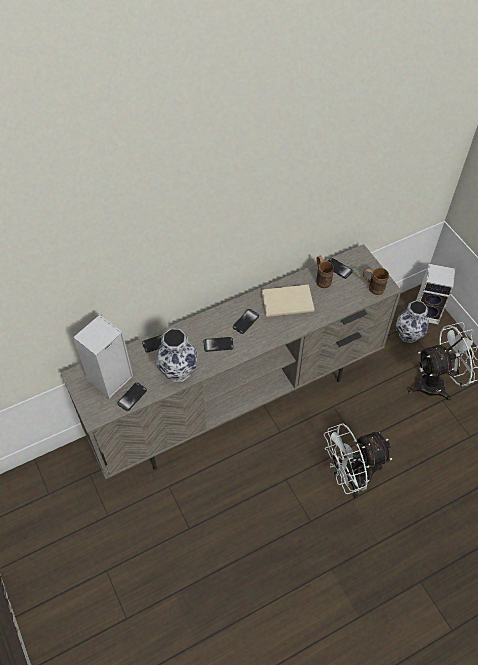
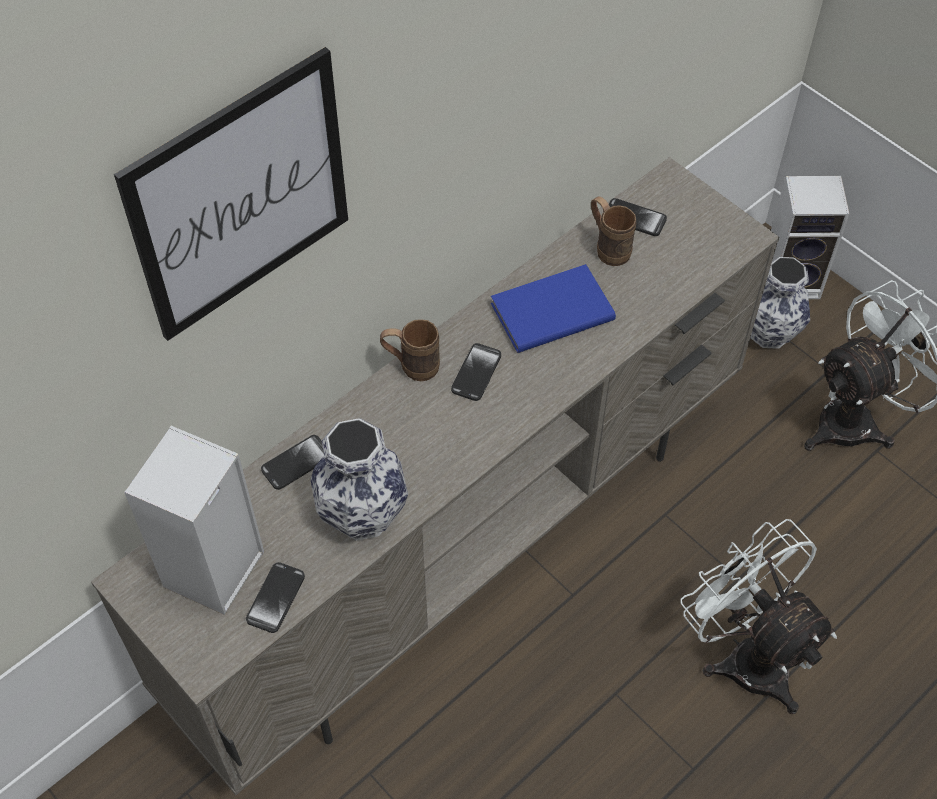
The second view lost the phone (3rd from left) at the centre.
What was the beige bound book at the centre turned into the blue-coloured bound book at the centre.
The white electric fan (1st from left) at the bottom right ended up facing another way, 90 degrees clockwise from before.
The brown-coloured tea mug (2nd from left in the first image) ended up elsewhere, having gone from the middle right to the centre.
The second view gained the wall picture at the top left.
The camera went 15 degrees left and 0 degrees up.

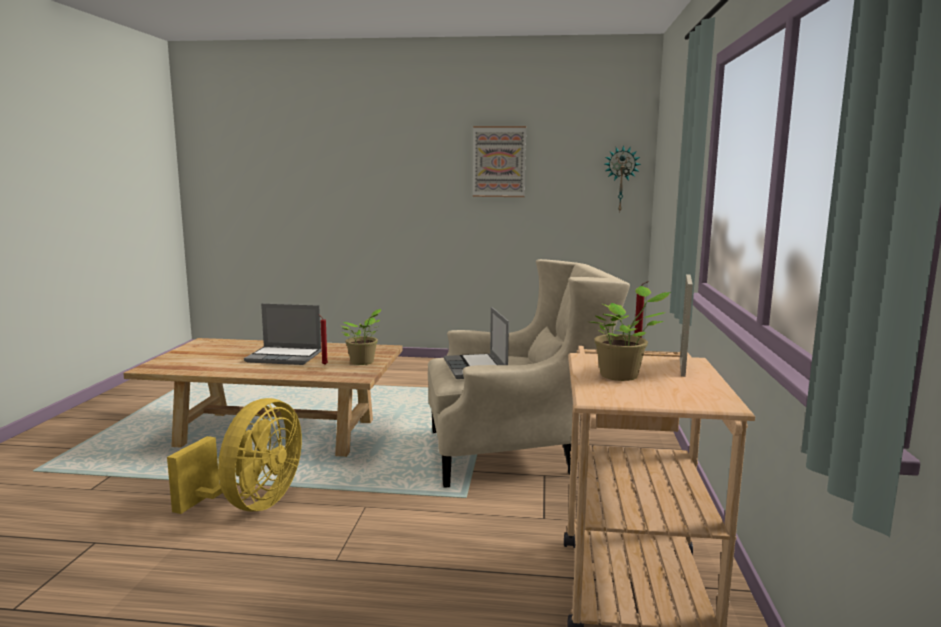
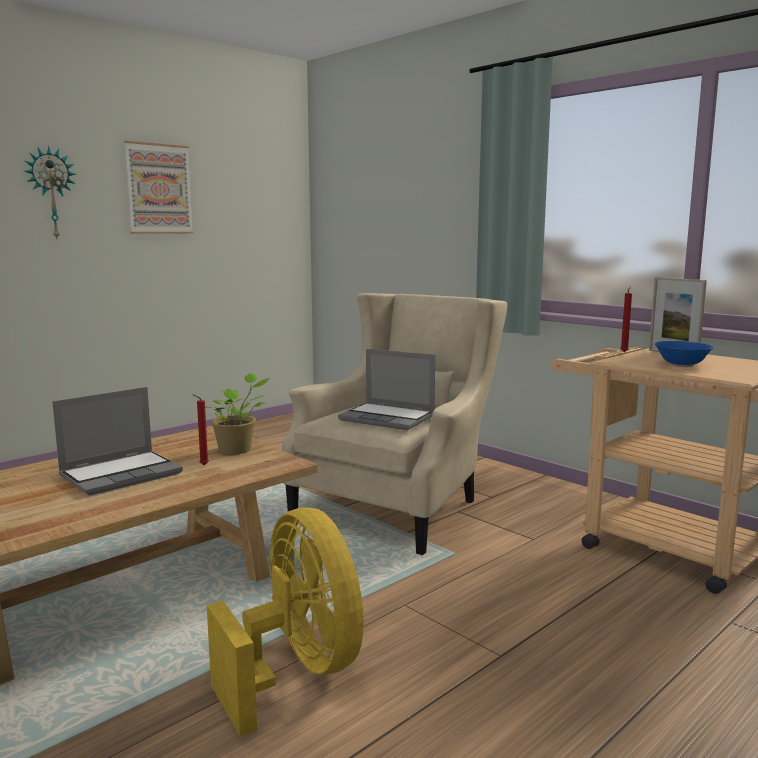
Where the houseplant (2nd from left) stood at the middle right, the blue-coloured serving bowl came to stand at the middle right.
The wall clock ended up elsewhere, having gone from the top centre to the top left.
The camera went 50 degrees left and 0 degrees up.

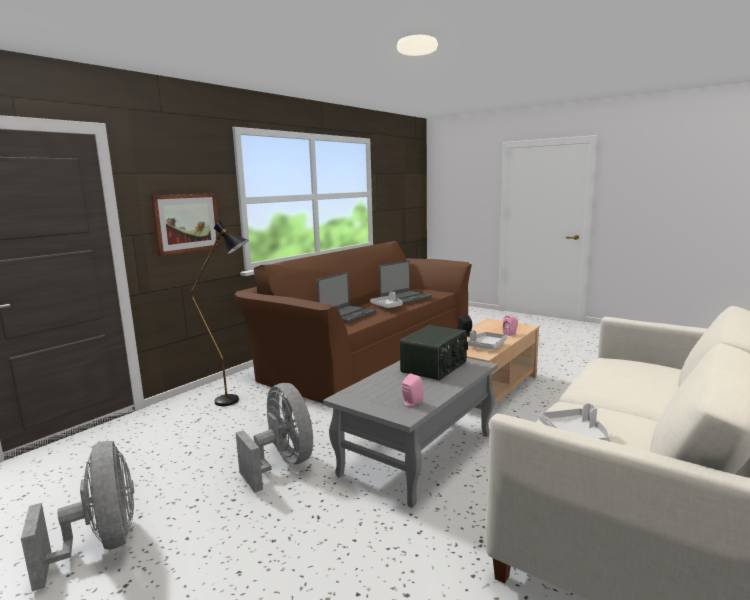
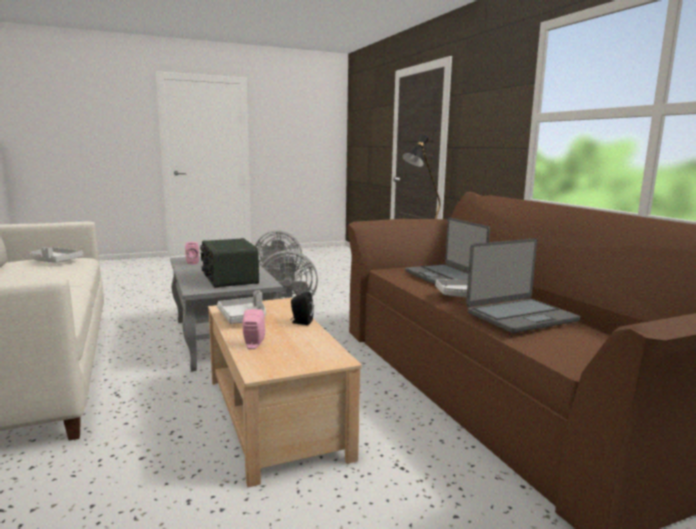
The second view lost the wall picture at the middle left.
The notebook computer (2nd from left) at the centre ended up facing another way, 105 degrees counterclockwise from before.
The camera went 120 degrees right and 0 degrees up.

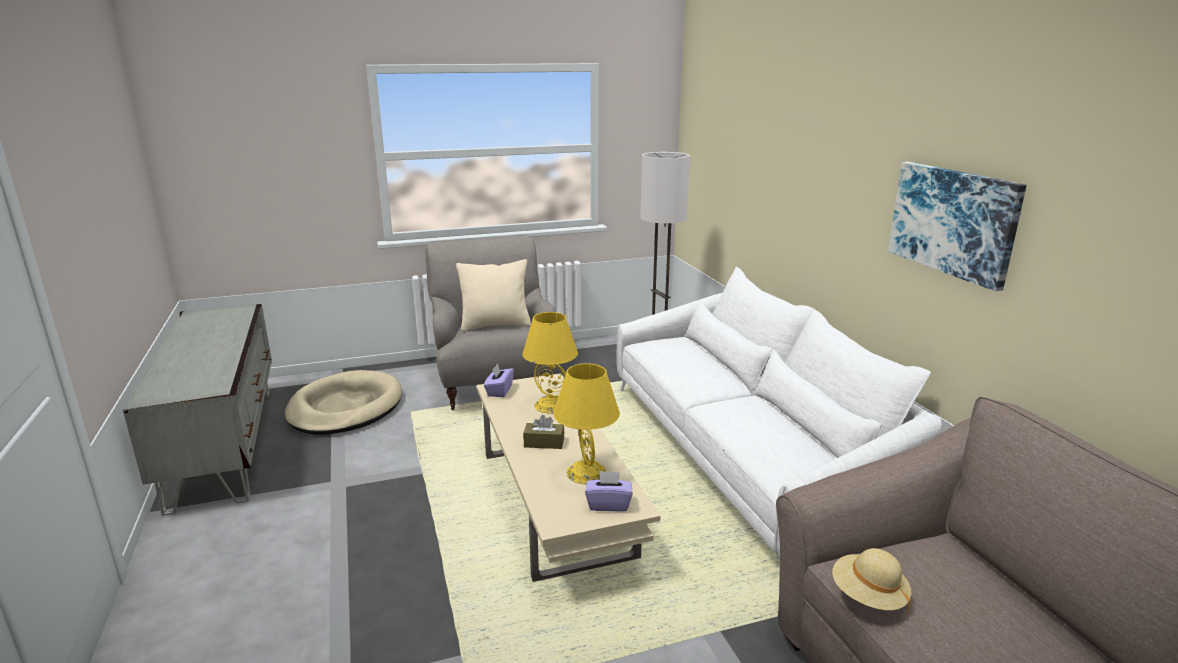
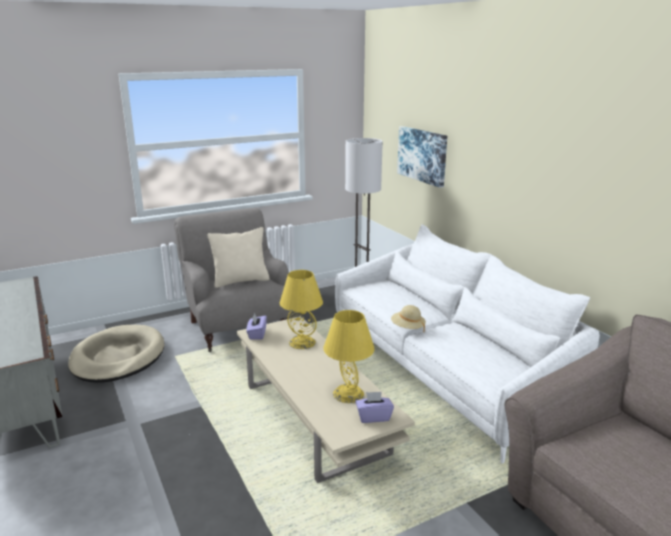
The second view lost the brown-coloured box of tissues at the centre.
The beige hat ended up elsewhere, having gone from the bottom right to the centre.
The wall picture ended up elsewhere, having gone from the middle right to the top centre.
The camera went 10 degrees left and 0 degrees up.

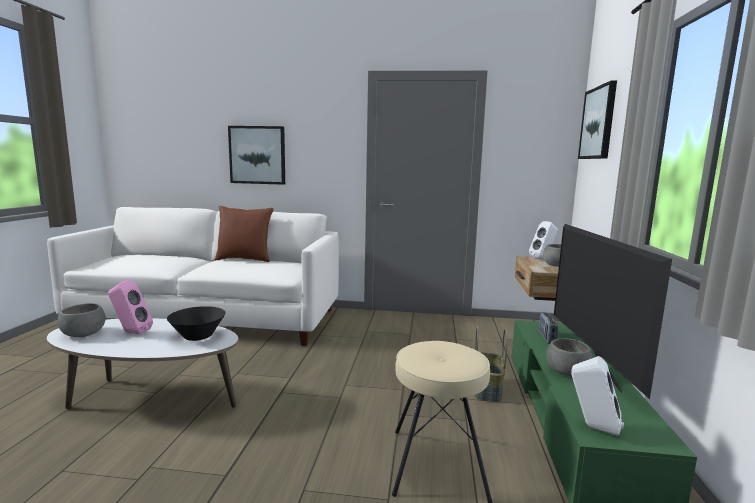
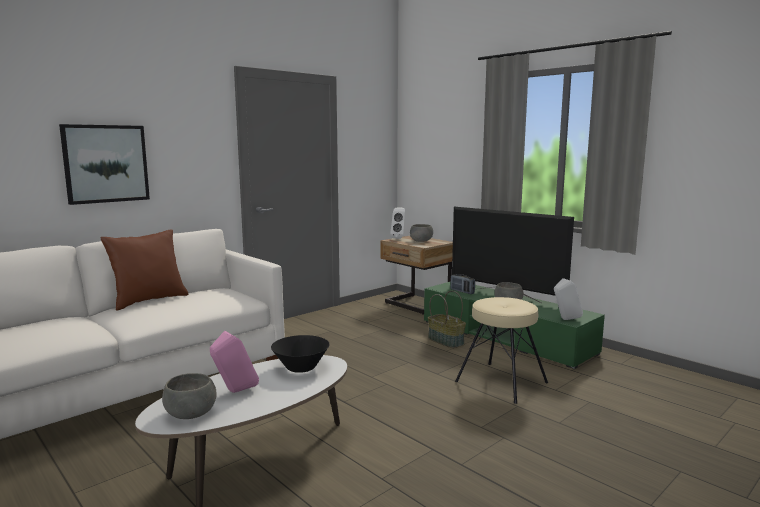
The second view lost the wall picture (2nd from left) at the top right.
The camera went 50 degrees left and 0 degrees up.

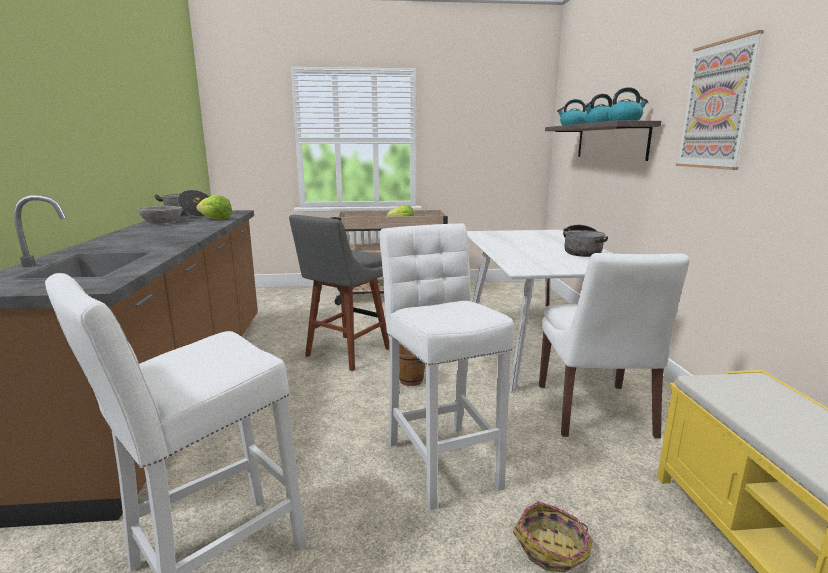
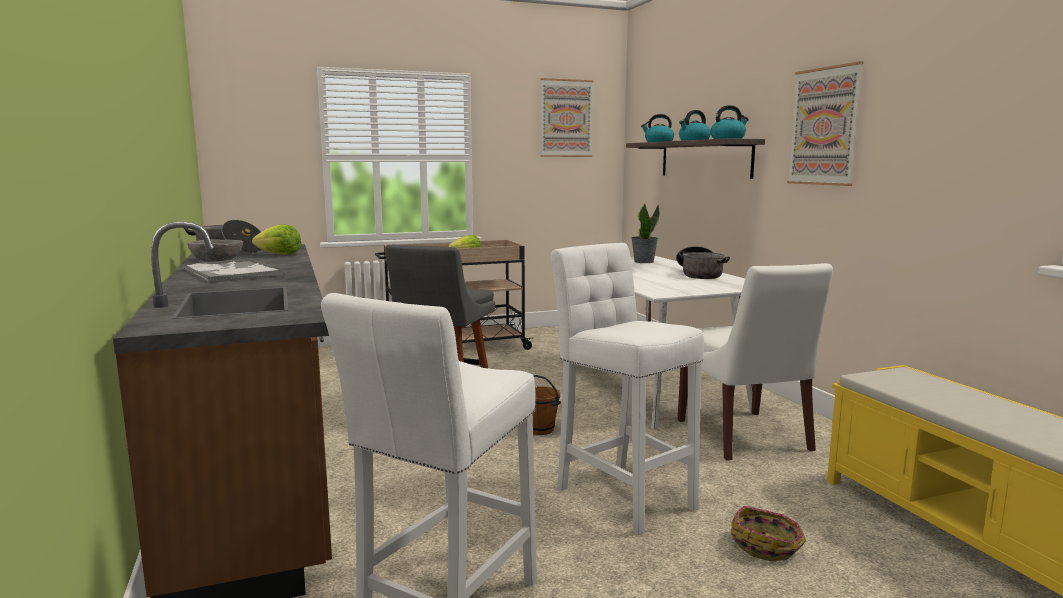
The second view gained the tray at the middle left.
The second view gained the wall picture (1st from left) at the top centre.
The second view gained the houseplant at the centre.
The camera went 15 degrees left and 5 degrees down.

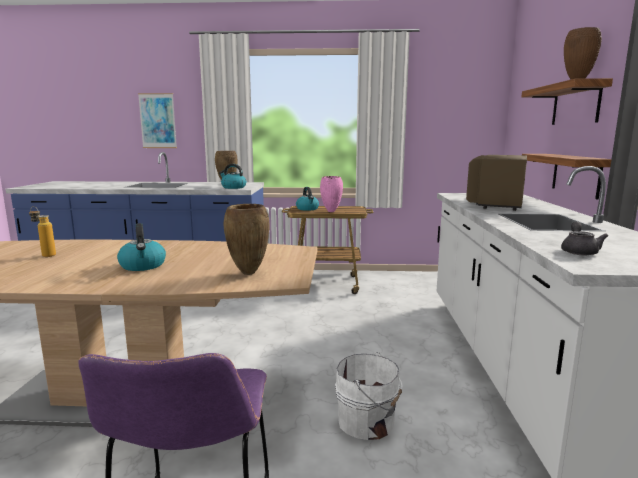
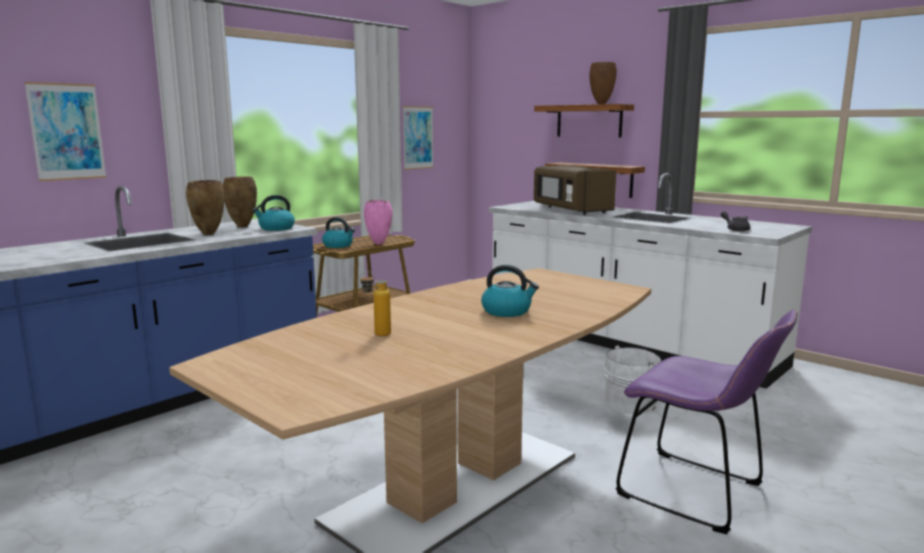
The brown-coloured vase (2nd from left in the first image) ended up elsewhere, having gone from the centre to the middle left.
The second view gained the wall picture (2nd from left) at the top centre.
The camera went 50 degrees left and 0 degrees up.

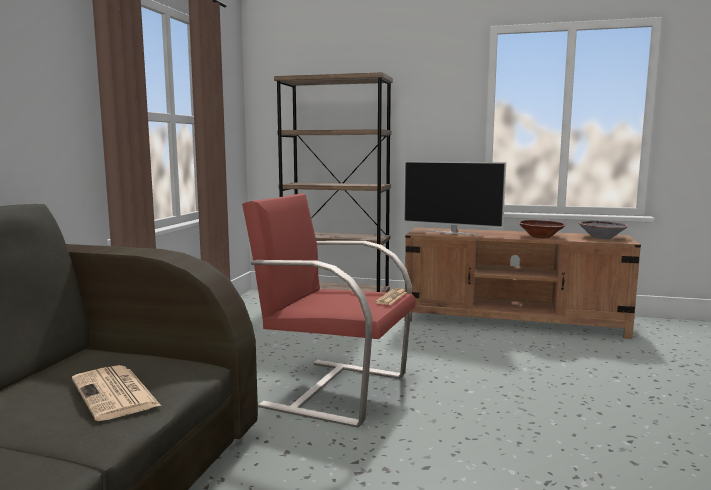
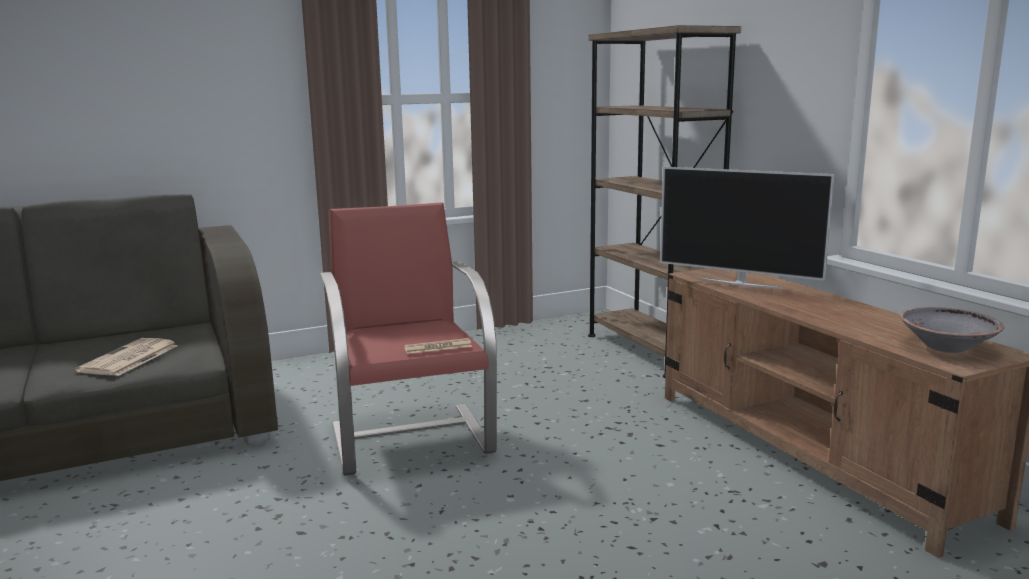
The TV set at the centre ended up facing another way, 45 degrees counterclockwise from before.
The second view lost the brown-coloured serving bowl at the middle right.
The camera went 50 degrees right and 5 degrees up.

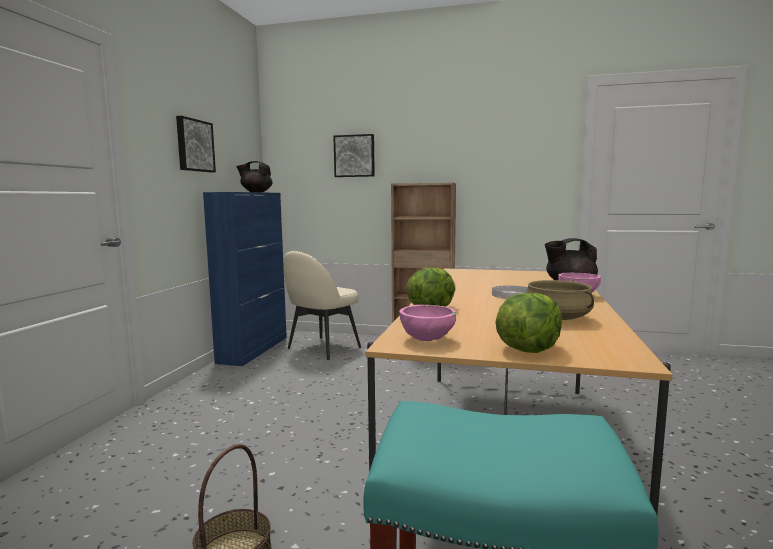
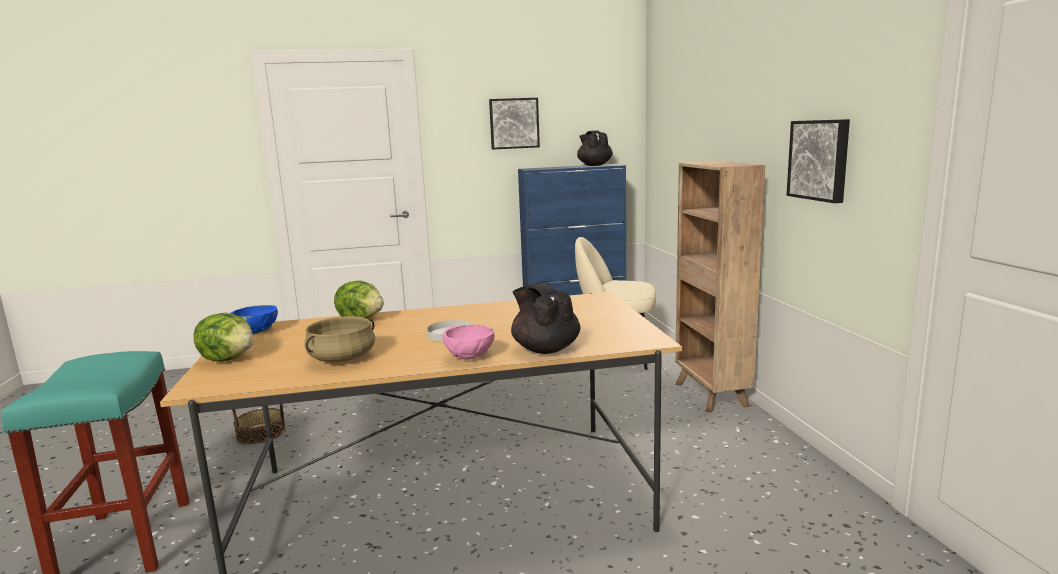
The wall picture (2nd from left) ended up elsewhere, having gone from the top centre to the top right.
What was the pink-coloured serving bowl (1st from left) at the centre turned into the blue-coloured serving bowl at the middle left.
The camera went 65 degrees right and 5 degrees up.

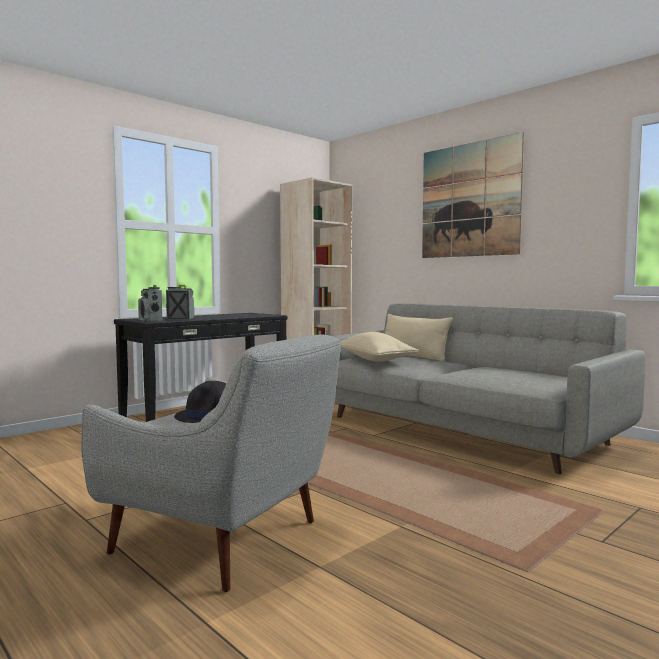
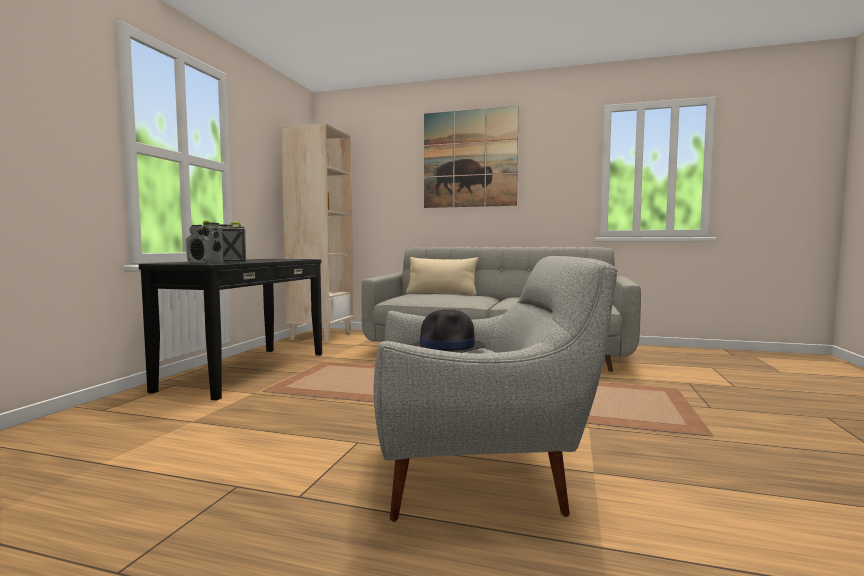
The second view lost the beige pillow (1st from left) at the centre.
The camera went 30 degrees left and 0 degrees up.

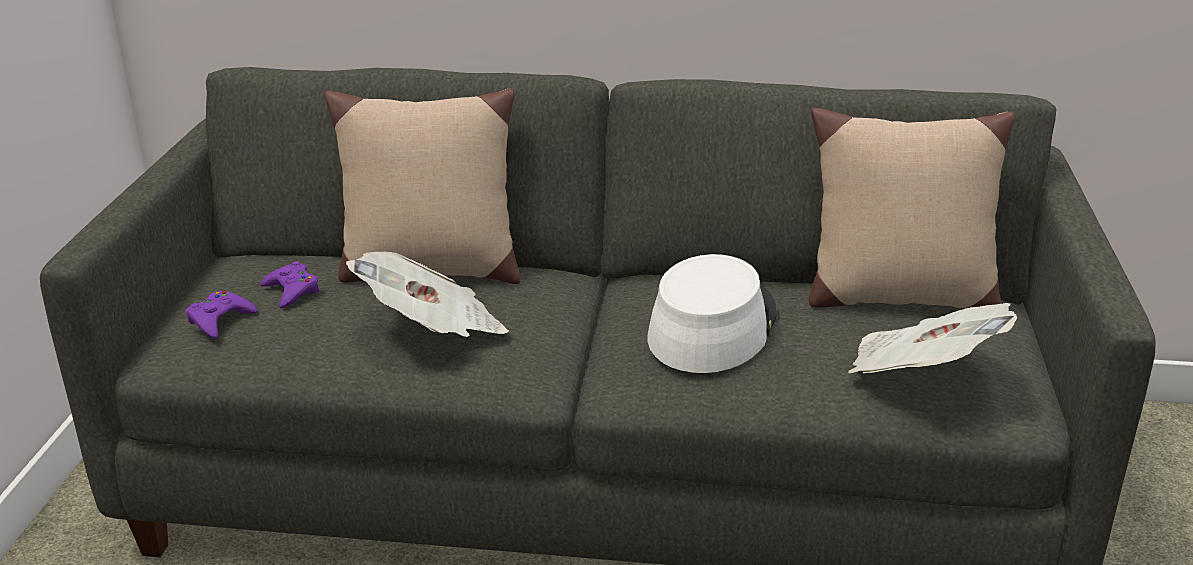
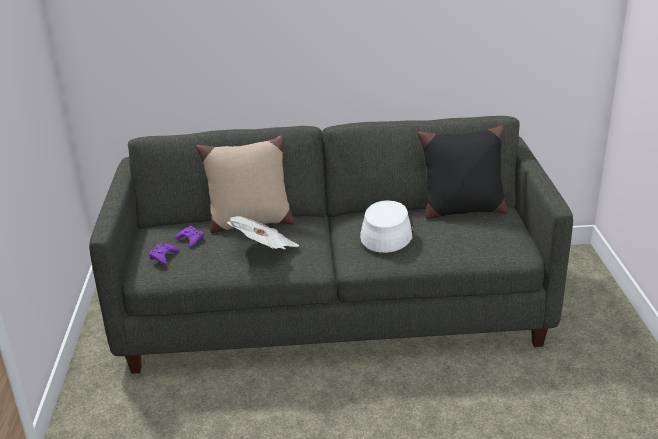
What was the beige pillow (2nd from left) at the middle right turned into the black-coloured pillow at the middle right.
The second view lost the newspaper (2nd from left) at the middle right.
The camera went 10 degrees left and 0 degrees up.

